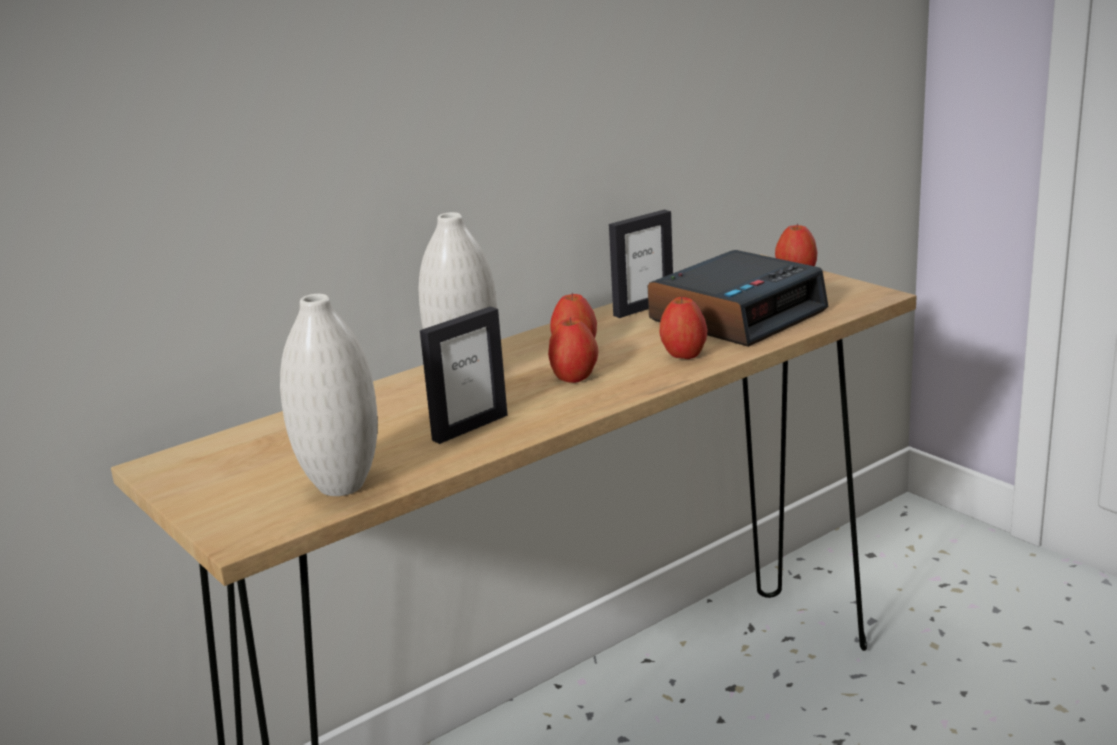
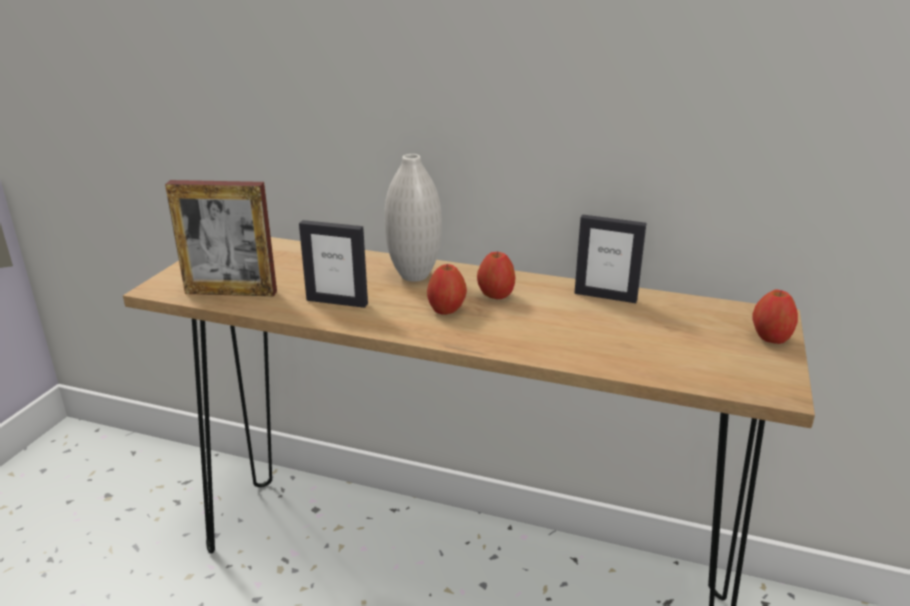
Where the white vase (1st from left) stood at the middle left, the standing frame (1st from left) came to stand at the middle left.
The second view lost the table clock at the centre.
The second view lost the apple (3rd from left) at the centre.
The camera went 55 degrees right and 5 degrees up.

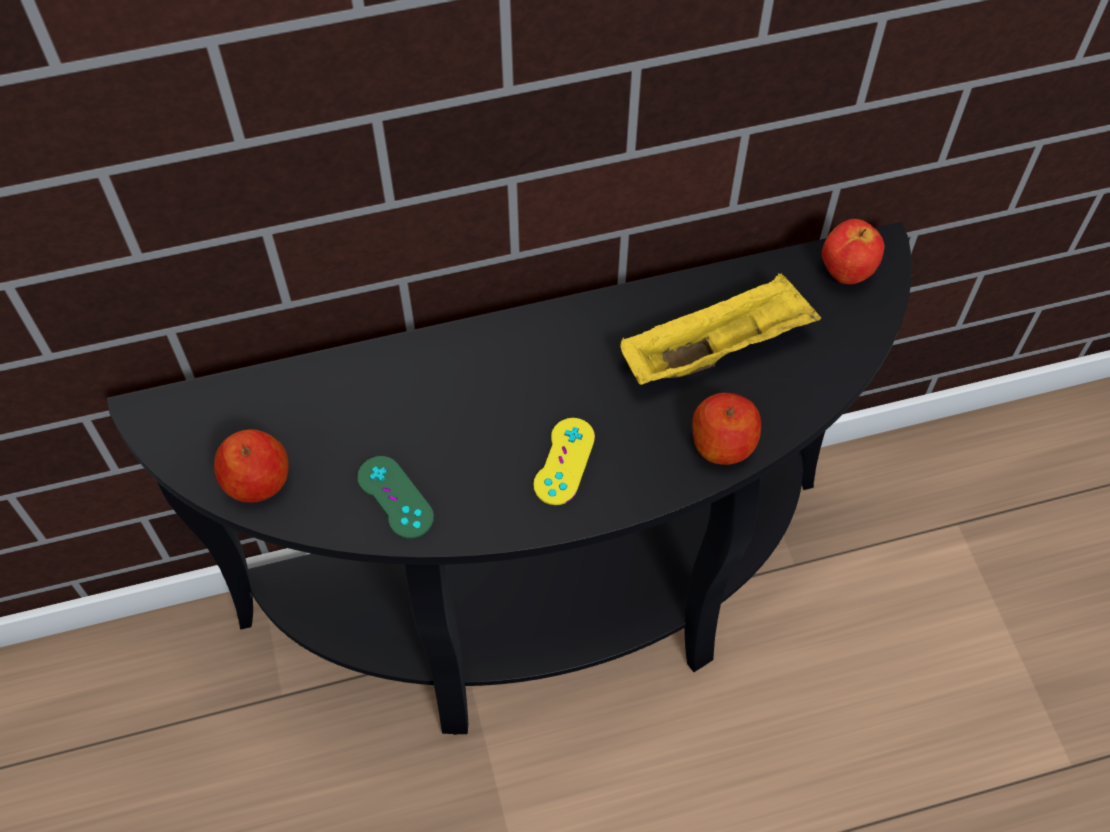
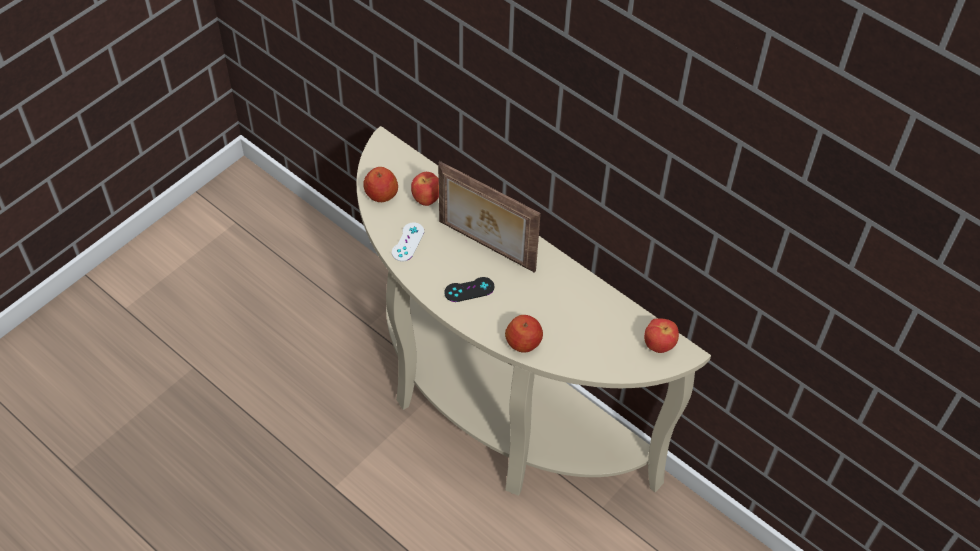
What was the black-coloured hall table at the centre turned into the beige hall table at the centre.
What was the green game controller at the centre turned into the white game controller at the centre.
What was the yellow game controller at the centre turned into the black-coloured game controller at the centre.
The second view lost the yellow tray at the centre.
The second view gained the apple (2nd from left) at the centre.
The second view gained the standing frame at the centre.
The camera went 55 degrees right and 5 degrees down.

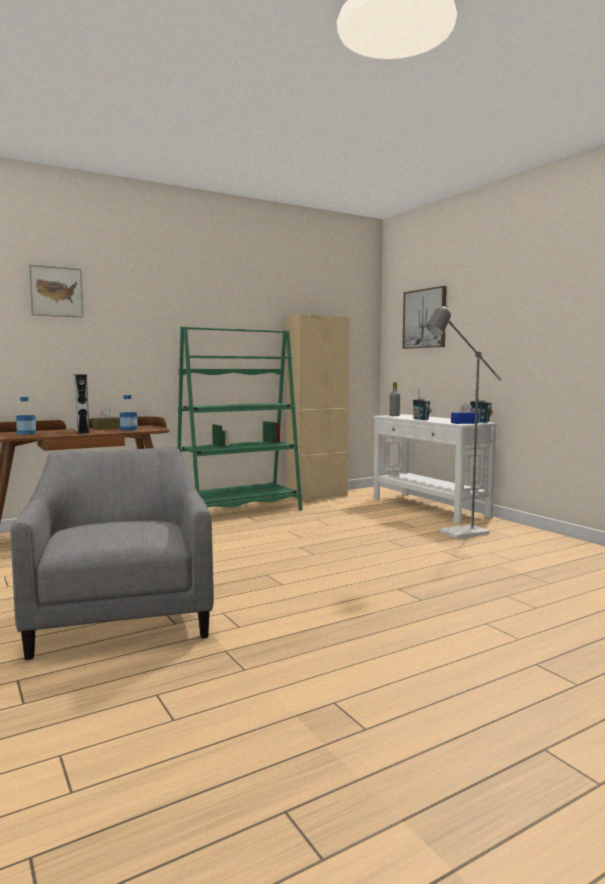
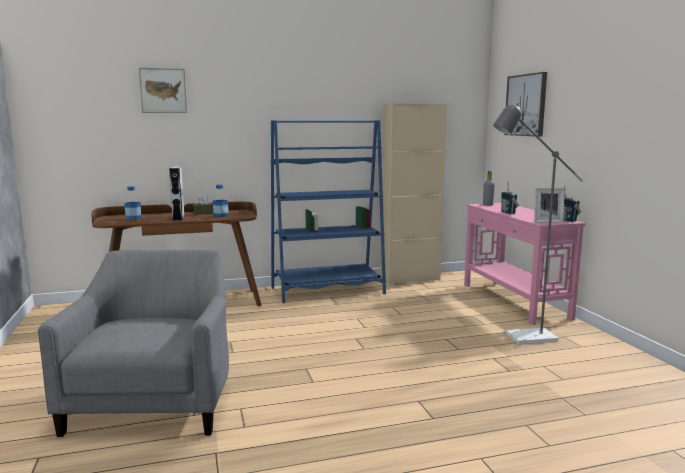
What was the green bookcase at the centre turned into the blue-coloured bookcase at the centre.
What was the white hall table at the middle right turned into the pink-coloured hall table at the middle right.
Where the blue-coloured box of tissues stood at the middle right, the standing frame came to stand at the middle right.
The camera went 15 degrees right and 5 degrees up.

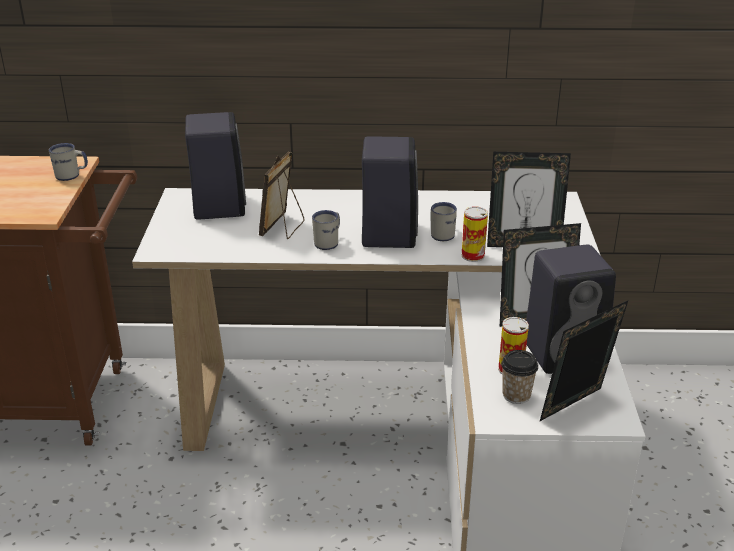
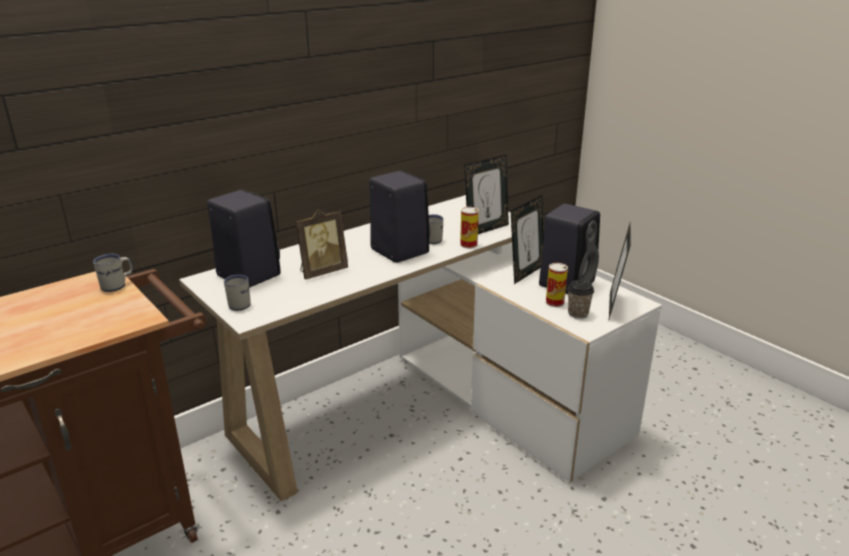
The standing frame (1st from left) at the centre ended up facing another way, 105 degrees counterclockwise from before.
The white tea mug (2nd from left) ended up elsewhere, having gone from the centre to the middle left.
The camera went 40 degrees left and 5 degrees down.

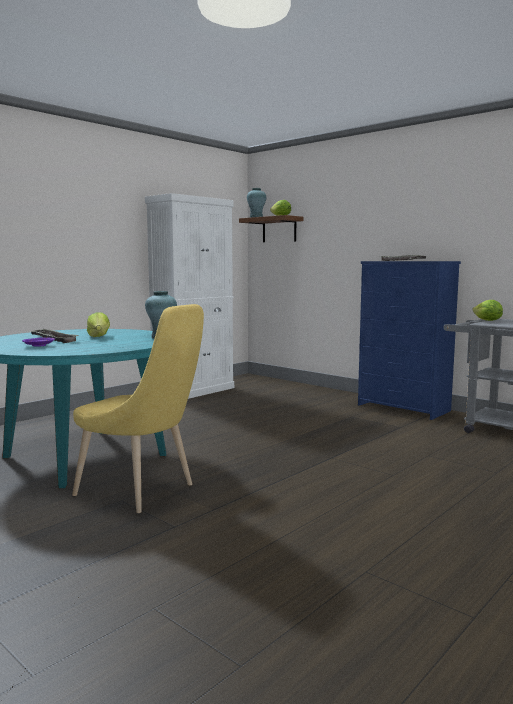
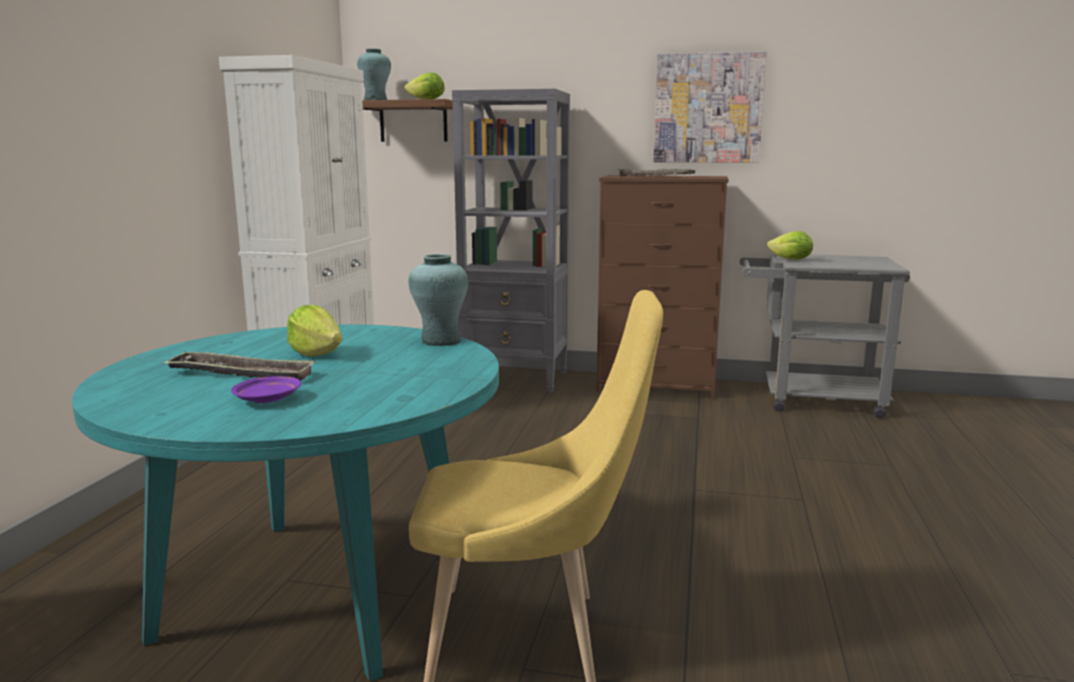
What was the blue-coloured drawer chest at the middle right turned into the brown-coloured drawer chest at the centre.
The second view gained the greyish bookcase at the centre.
The second view gained the wall picture at the top centre.
The camera went 30 degrees left and 5 degrees up.

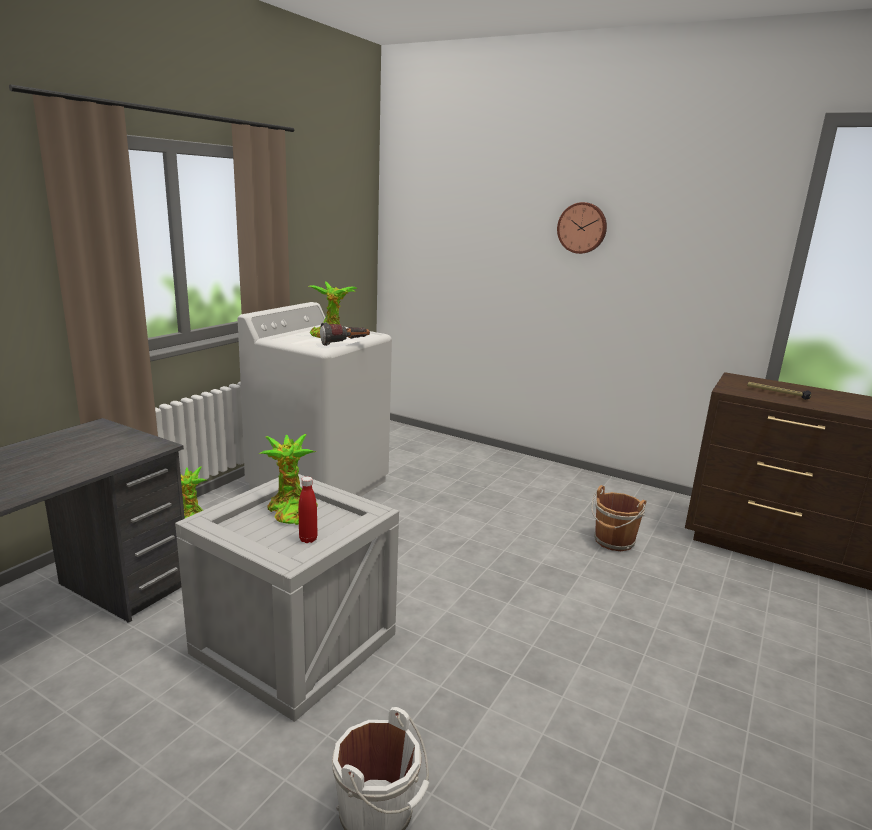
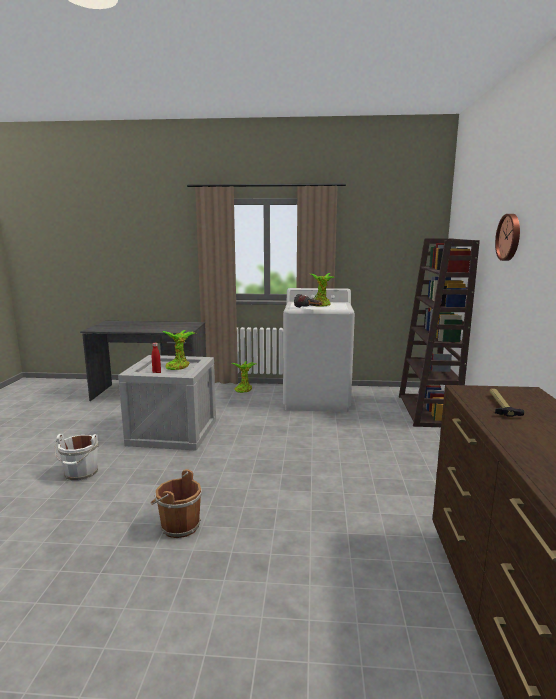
The brown-coloured bucket ended up elsewhere, having gone from the middle right to the bottom left.
The second view gained the brown-coloured bookcase at the middle right.
The camera went 65 degrees right and 5 degrees down.

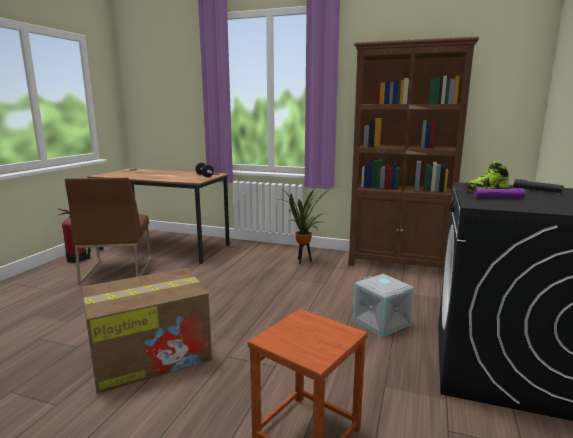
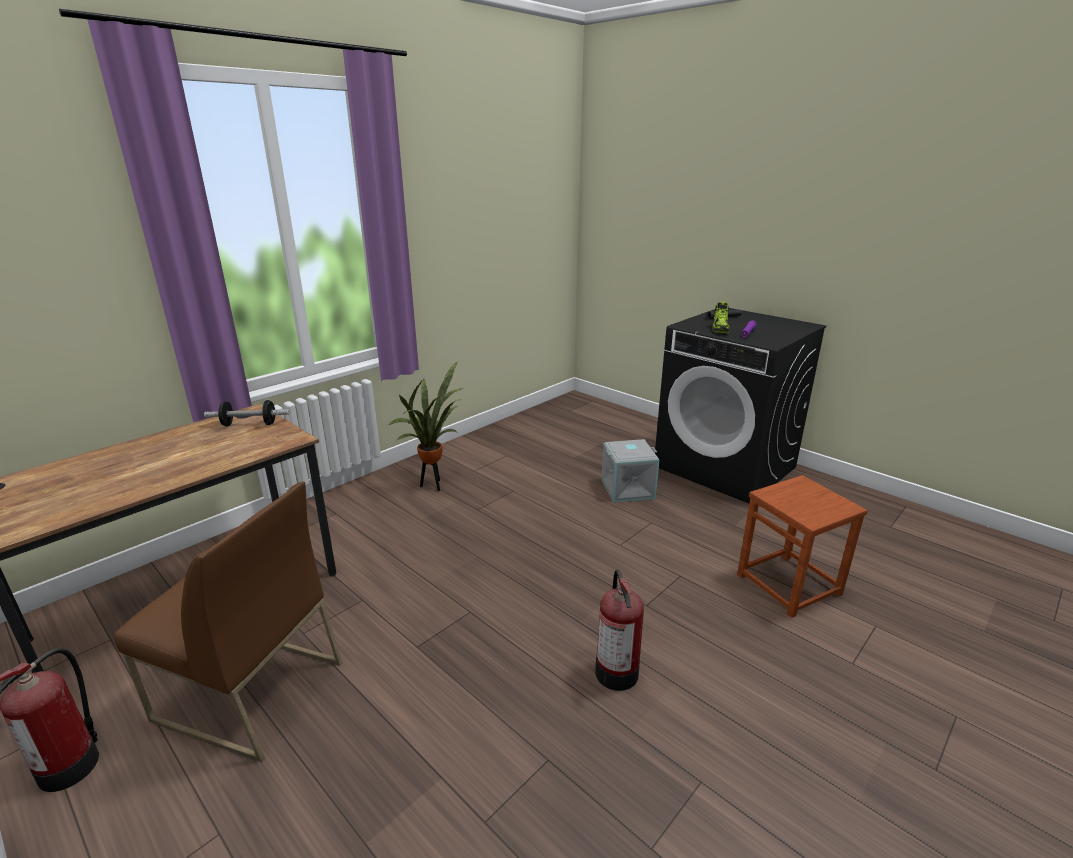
Where the packing box stood at the bottom left, the fire-fighting cylinder (2nd from left) came to stand at the bottom centre.
The second view lost the brown-coloured bookcase at the middle right.
The camera went 65 degrees left and 10 degrees up.

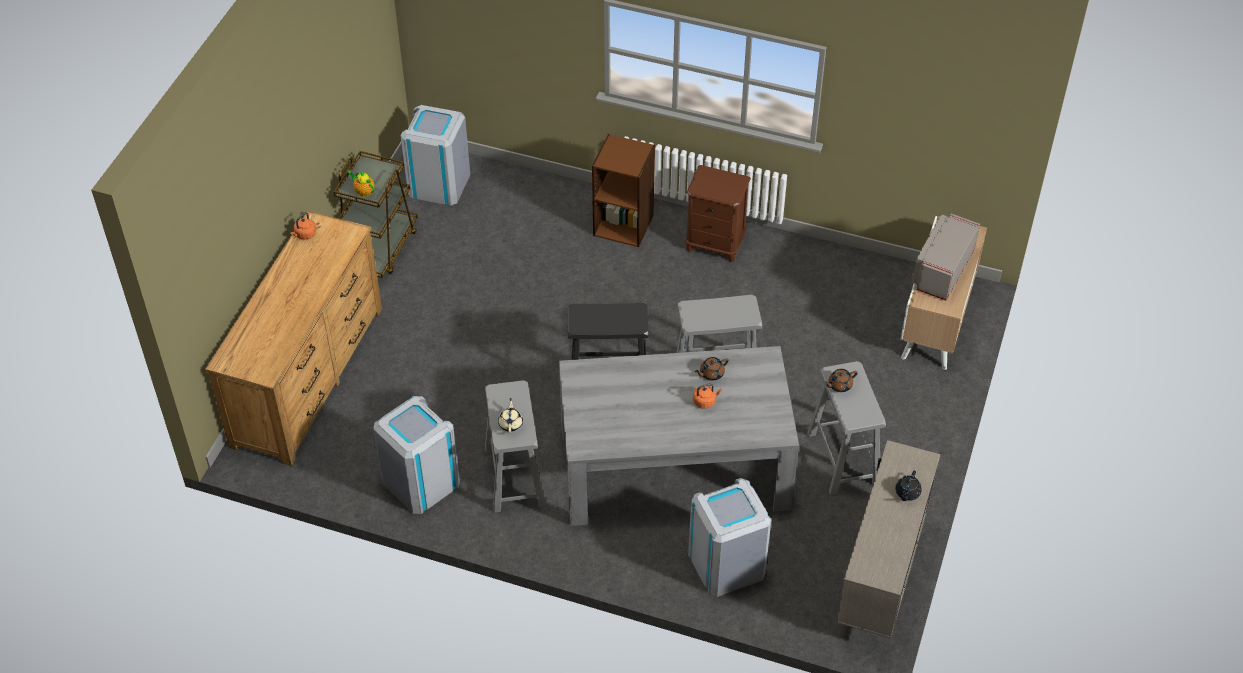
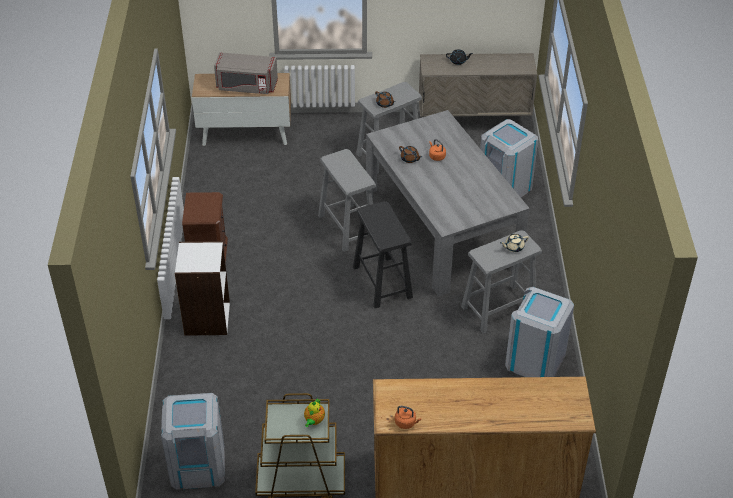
What was the brown-coloured bookcase at the top centre turned into the white bookcase at the middle left.
The camera went 110 degrees left and 5 degrees down.

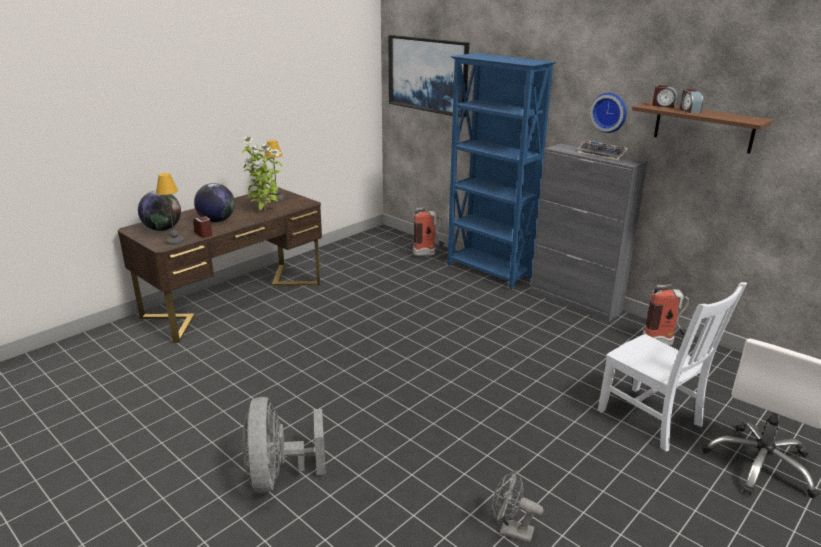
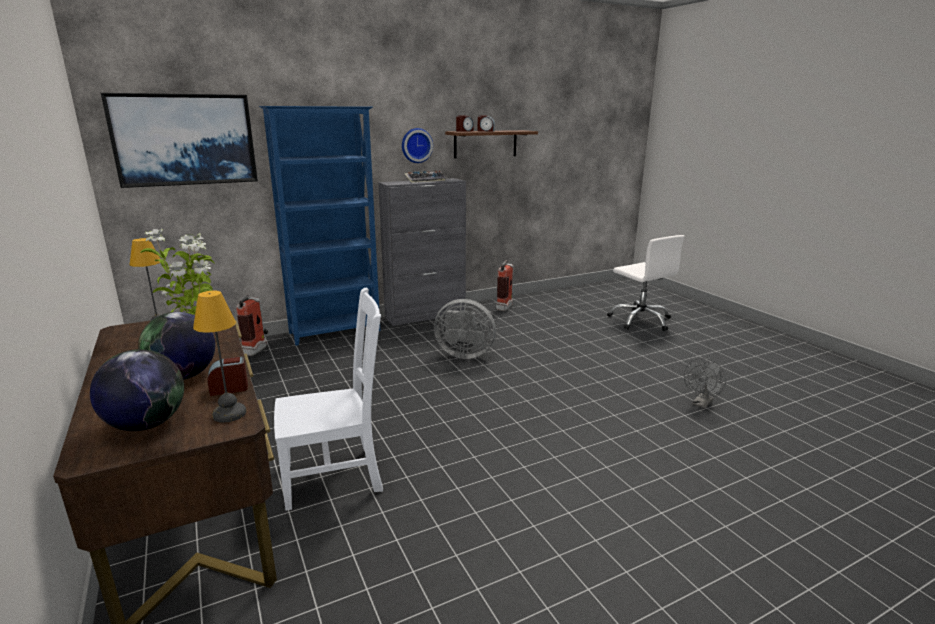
The greyish electric fan (1st from left) ended up elsewhere, having gone from the bottom centre to the centre.
The white chair ended up elsewhere, having gone from the bottom right to the centre.
The camera went 70 degrees left and 5 degrees down.

